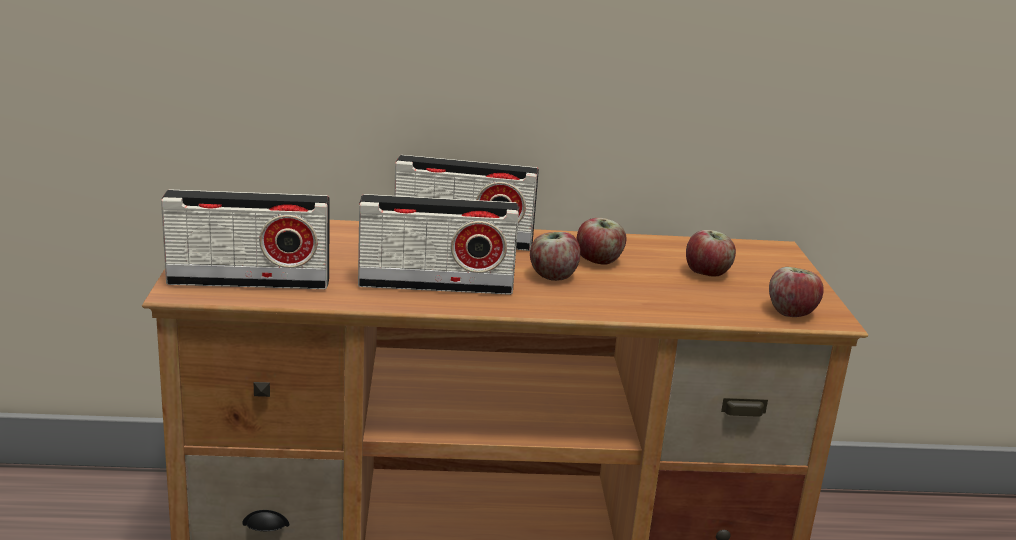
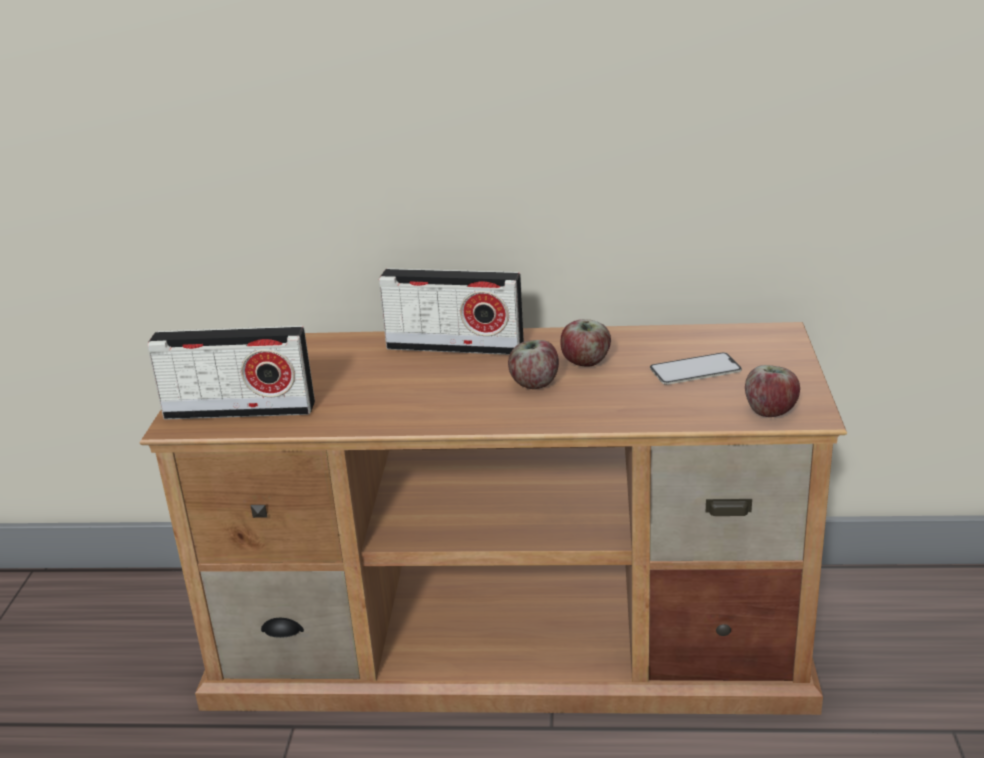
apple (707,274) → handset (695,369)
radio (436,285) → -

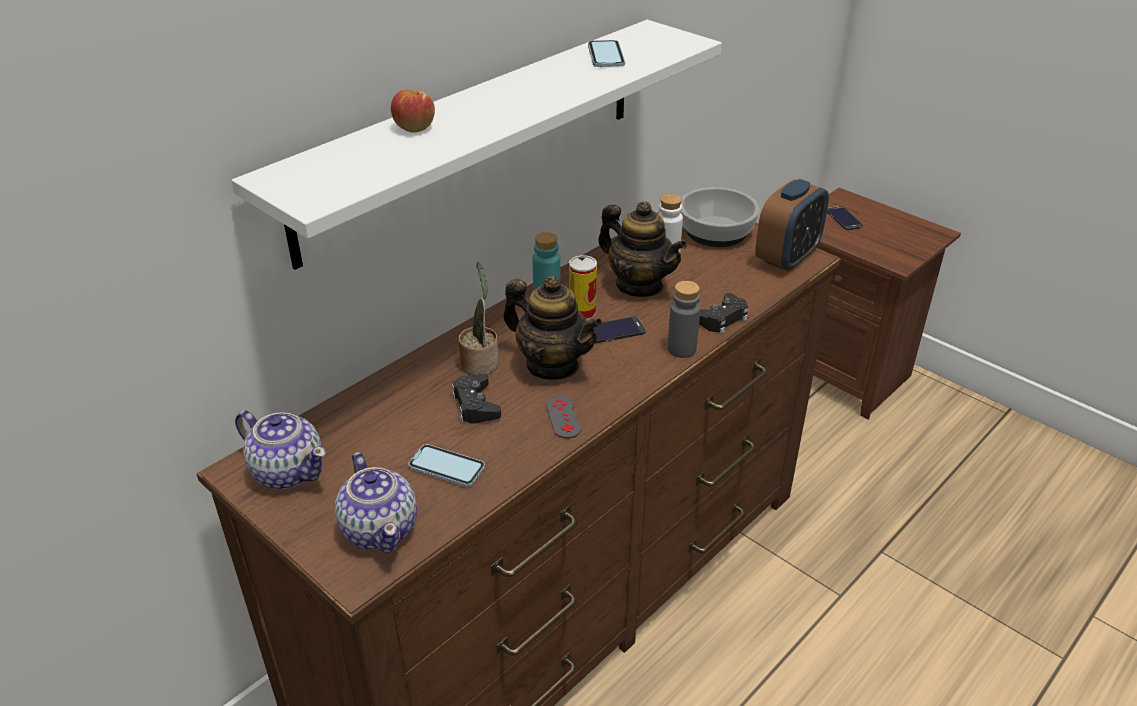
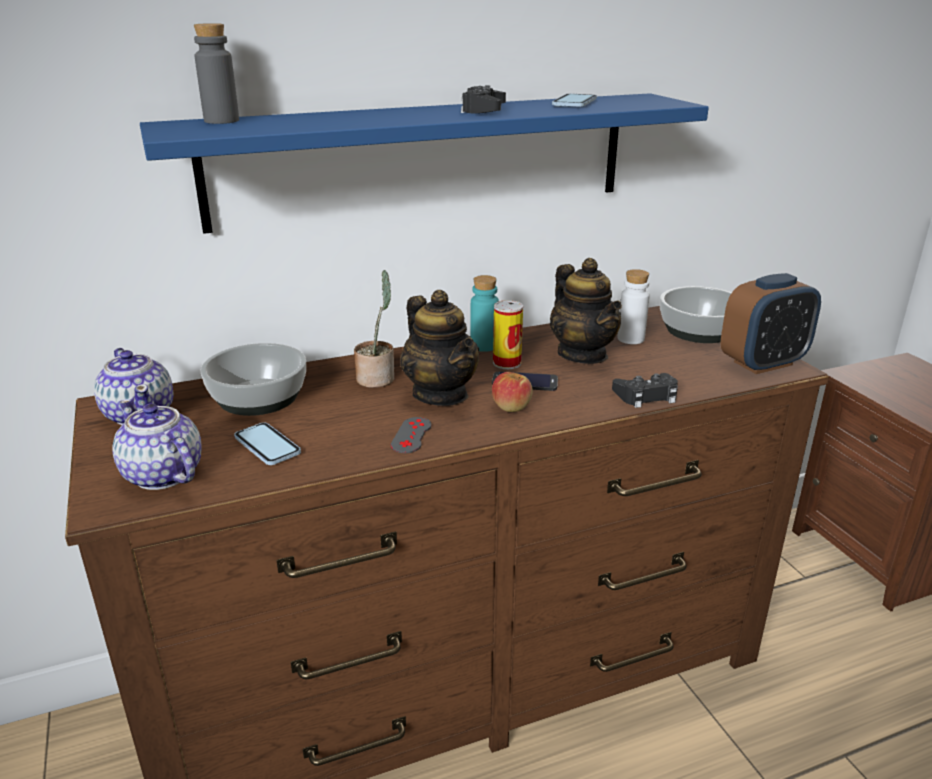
pot for tea (380,528) → pot for tea (163,475), 135 degrees clockwise
white-coloured wall shelf (474,136) → blue wall shelf (424,159)
greyish beverage bottle (681,349) → greyish beverage bottle (221,121), relocated
- → deep dish (259,397)
blackish game controller (475,405) → blackish game controller (483,110), relocated
apple (414,127) → apple (511,406), relocated
handset (843,218) → -

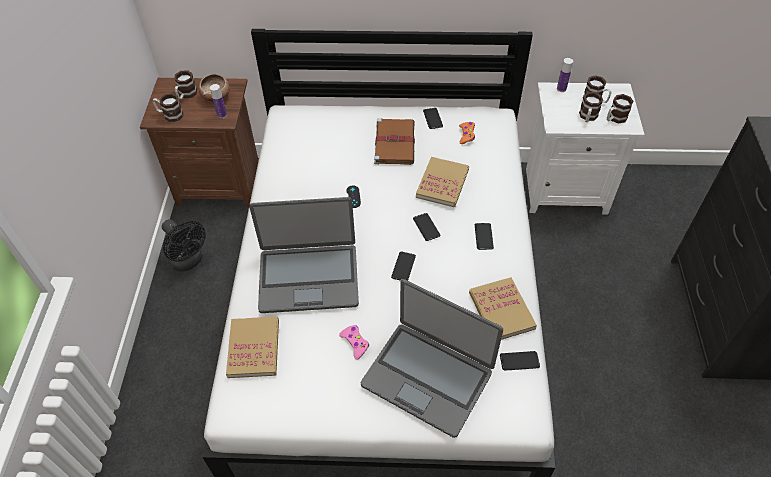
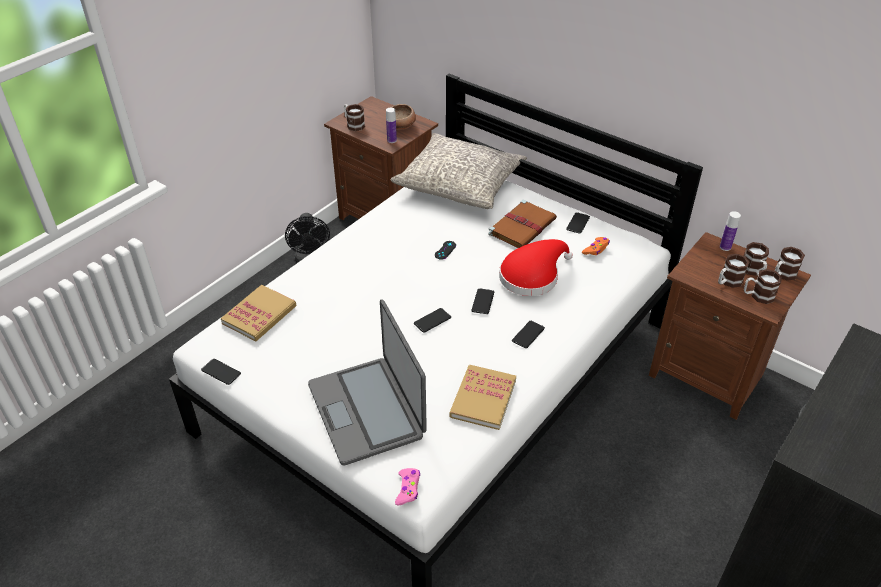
handset (519,361) → handset (221,372), relocated
- → greyish pillow (460,184)
pink-coloured game controller (355,343) → pink-coloured game controller (408,489), relocated
book (442,183) → red clothing hat (532,276)
white-coloured night table (564,190) → brown-coloured night table (707,374)
coffee mug (186,95) → coffee mug (782,275), relocated
portable computer (308,277) → -

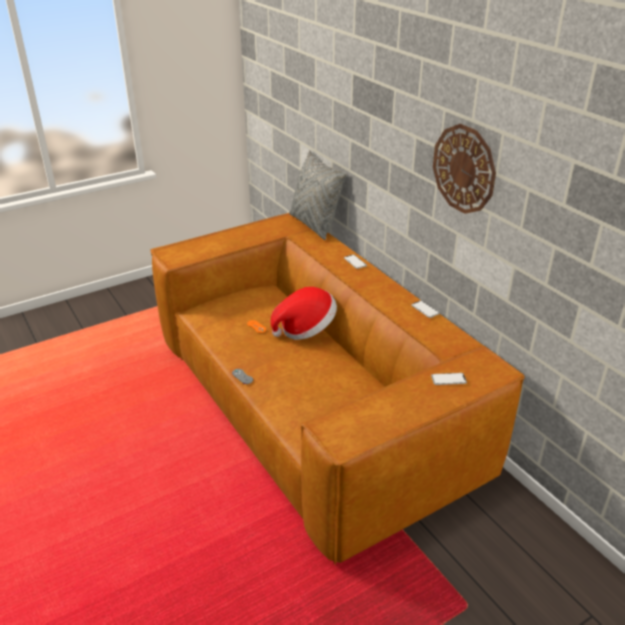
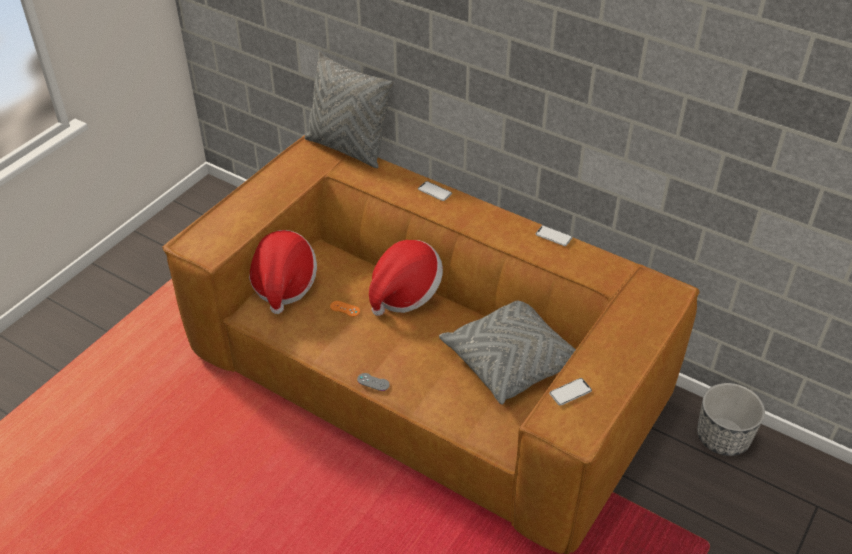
- → clothing hat (283,284)
- → greyish pillow (510,360)
handset (448,379) → handset (570,392), relocated
- → planter (723,437)
wall clock (464,169) → -

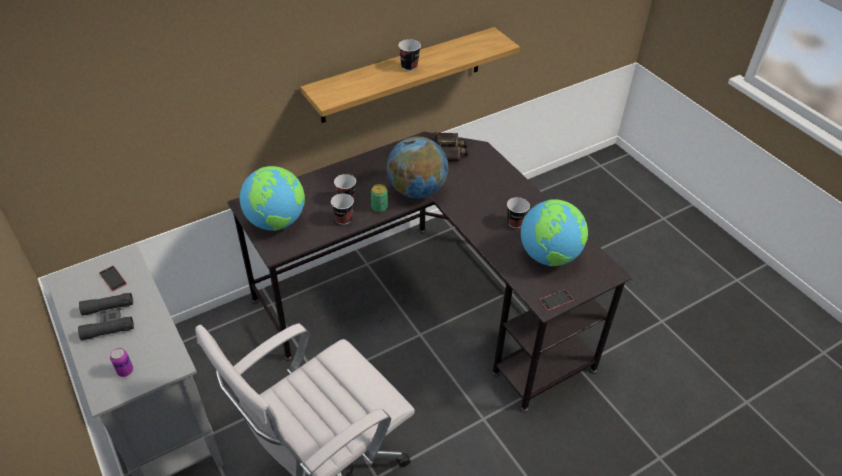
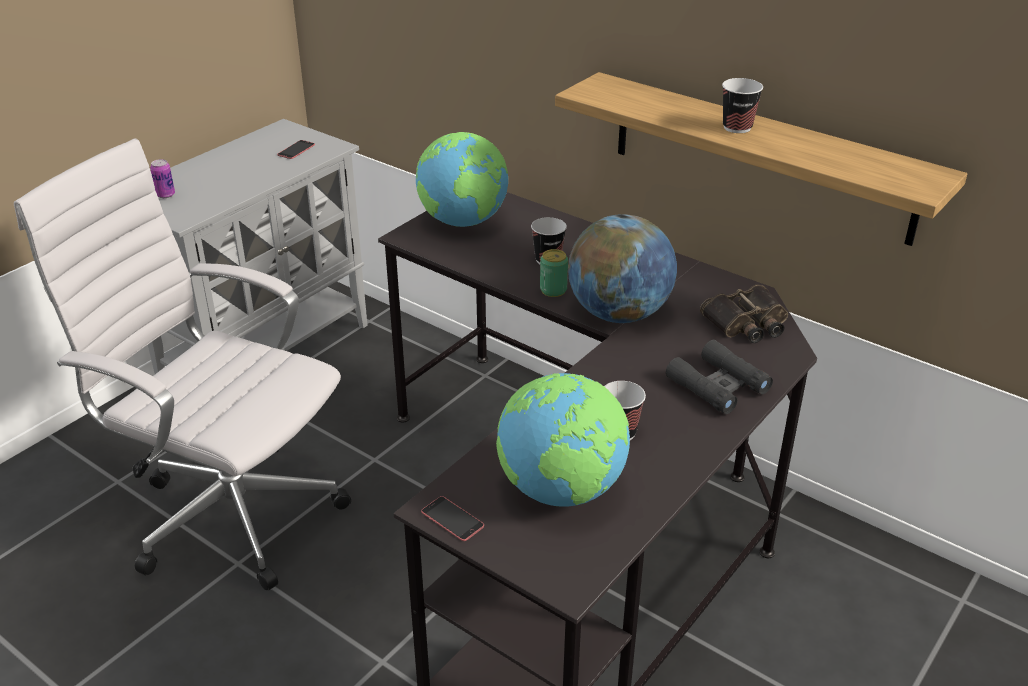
blackish field glasses (108,320) → blackish field glasses (718,385), relocated
cup (343,219) → -

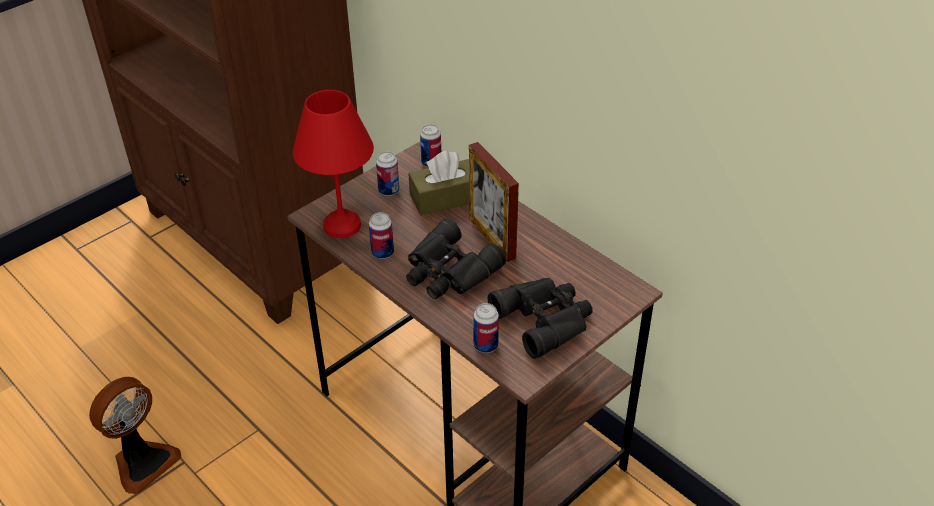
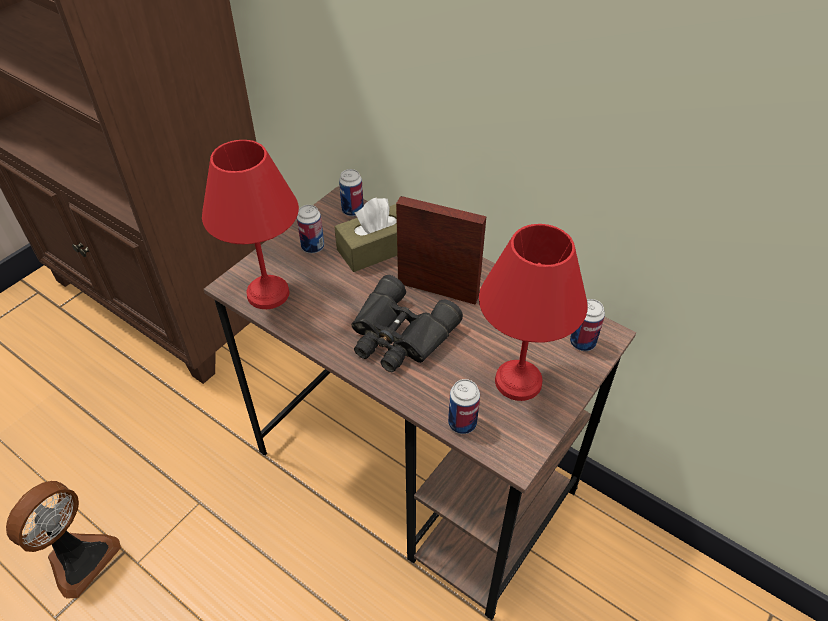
picture frame (492,238) → picture frame (438,290), 150 degrees clockwise
blackish field glasses (545,319) → red tabletop lamp (520,381)
can (382,253) → can (582,343), relocated

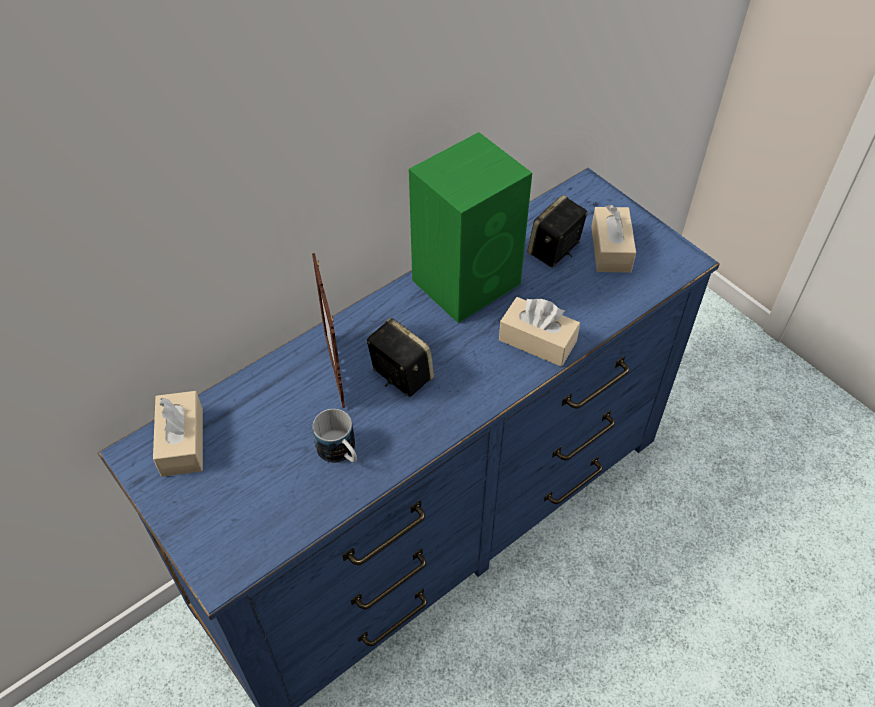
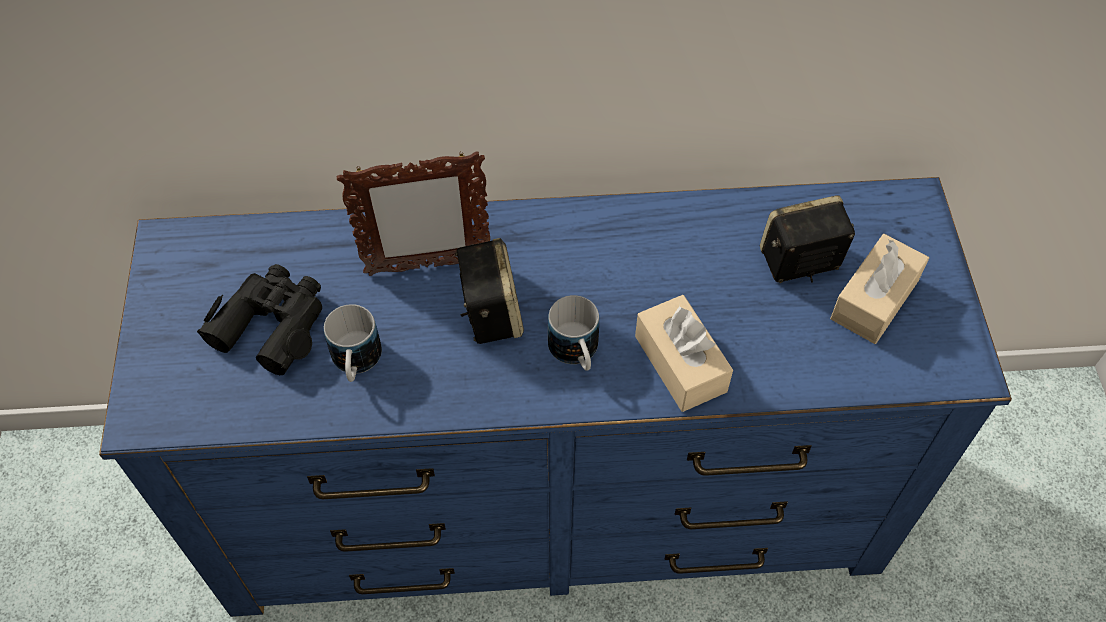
- → blackish field glasses (272,324)
picture frame (335,370) → picture frame (426,266), 120 degrees counterclockwise
- → coffee mug (576,354)
beige-coloured tissue holder (182,442) → -
greenish speaker (468,281) → -

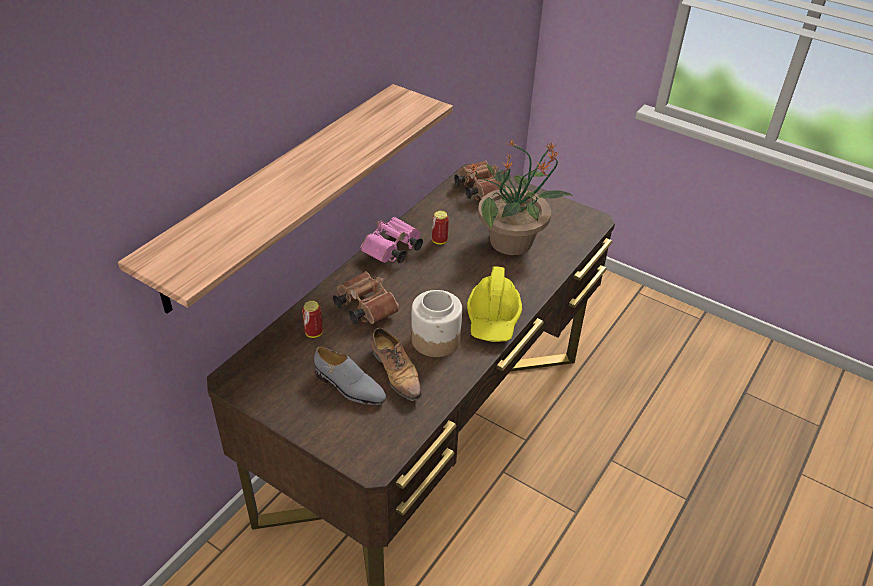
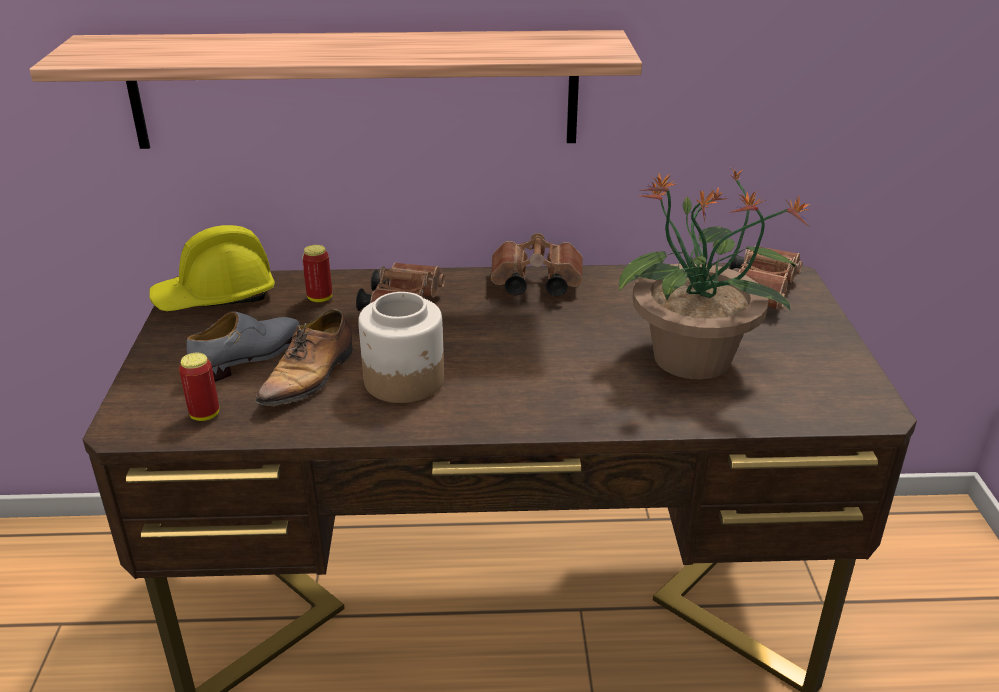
yellowish hard hat (493,318) → yellowish hard hat (216,297), relocated
can (439,241) → can (204,414), relocated
greyish low shoe (349,387) → greyish low shoe (250,356), 135 degrees counterclockwise
pink-coloured field glasses (392,251) → brown-coloured field glasses (533,285)

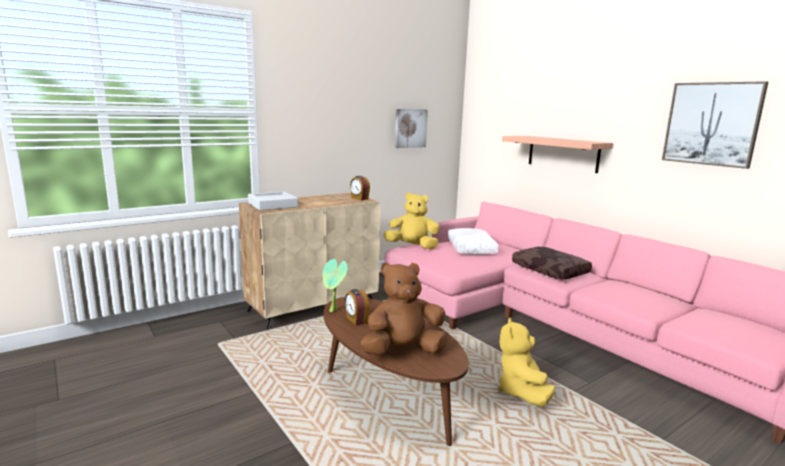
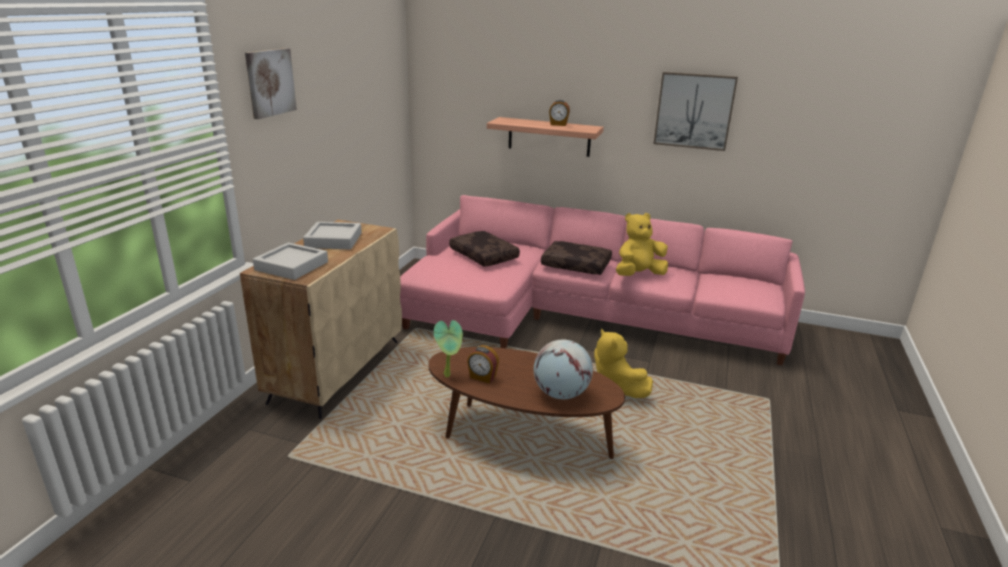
wall art (410,128) → wall art (270,82), relocated
- → greyish tray (333,240)
white-coloured pillow (472,248) → brown-coloured pillow (485,256)
brown-coloured soft toy (403,351) → world globe (561,394)
alarm clock (359,198) → alarm clock (558,124), relocated
yellowish soft toy (412,247) → yellowish soft toy (638,275), relocated

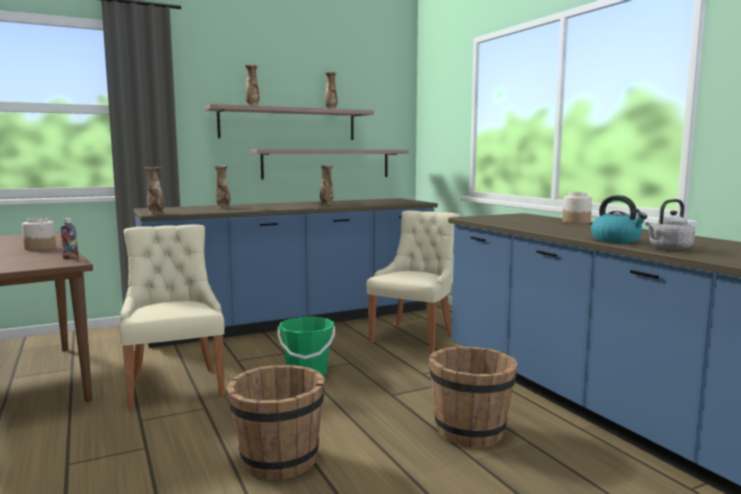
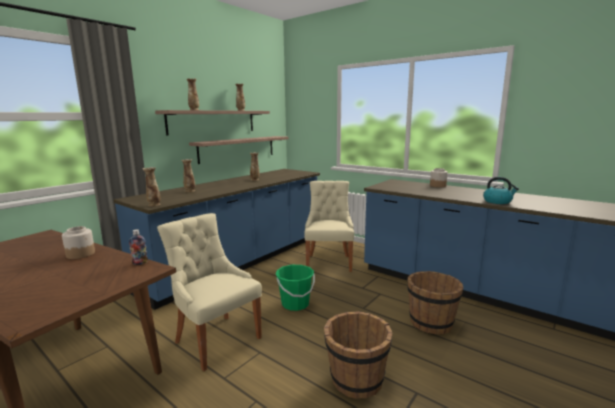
greyish tea kettle (668,248) → -

